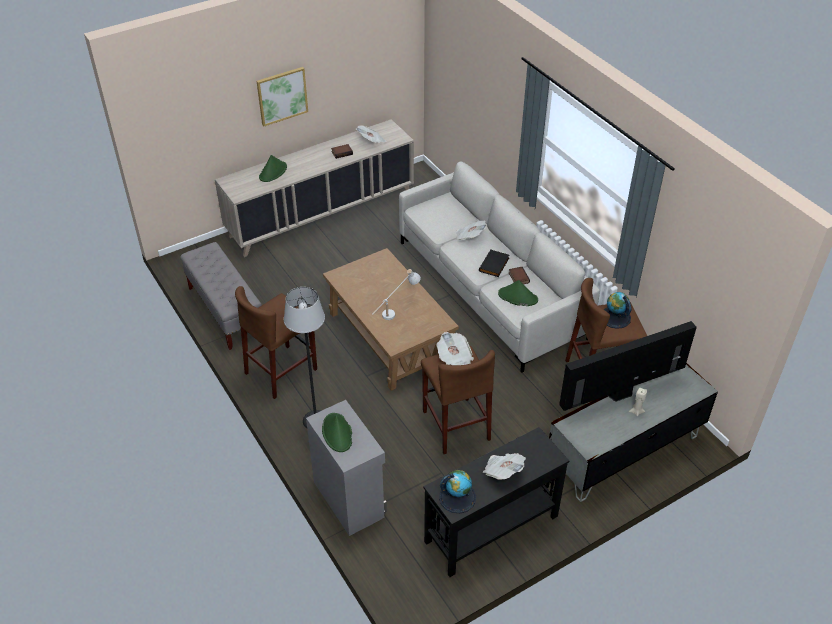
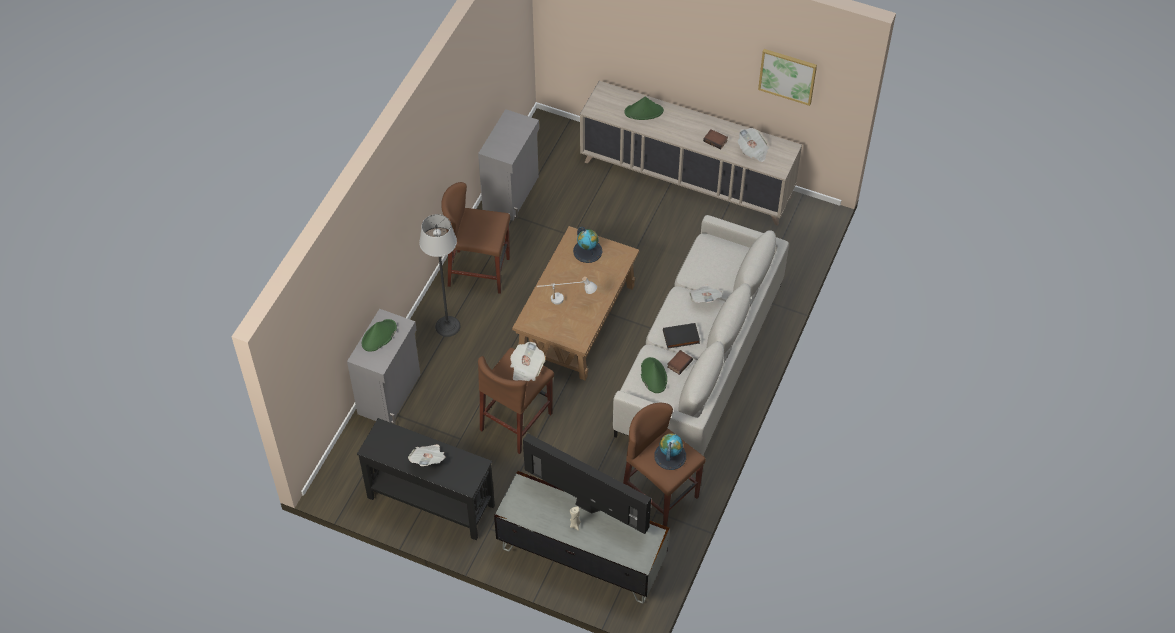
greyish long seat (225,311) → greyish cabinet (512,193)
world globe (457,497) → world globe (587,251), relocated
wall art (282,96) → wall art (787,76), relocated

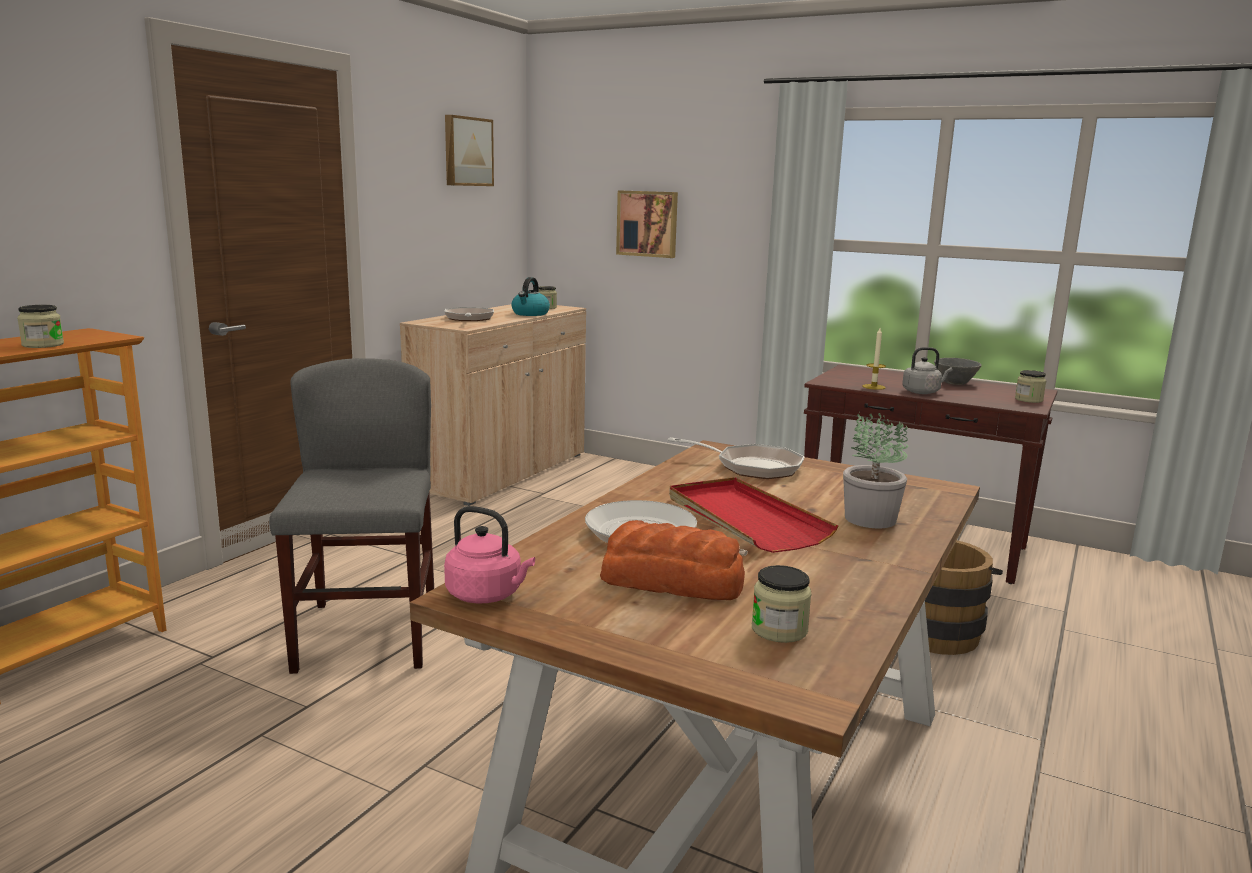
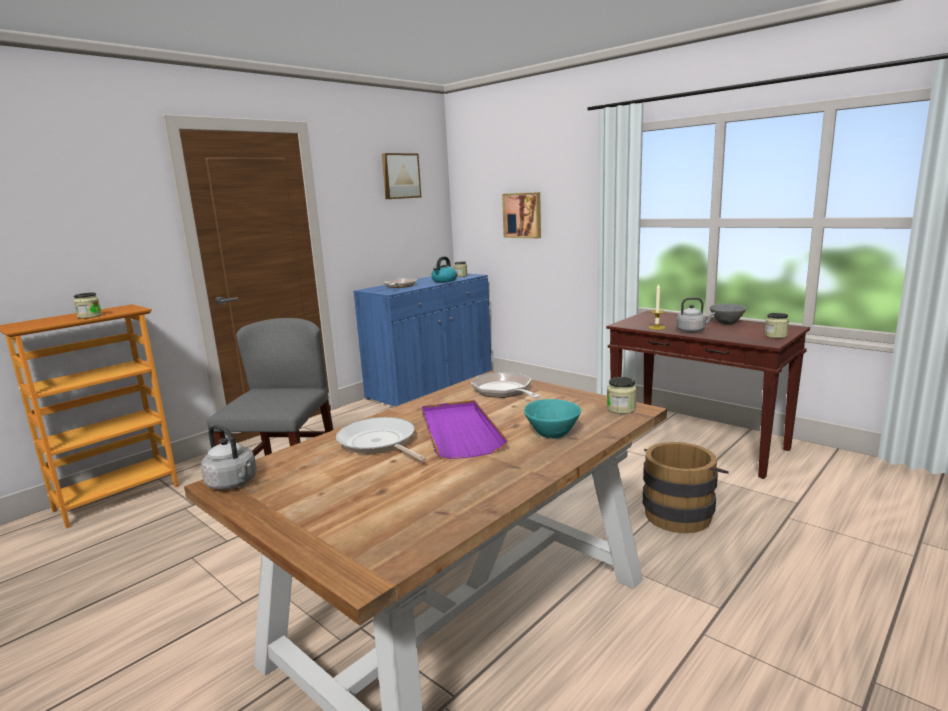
pink-coloured tea kettle (487,595) → greyish tea kettle (233,483)
beige-coloured cabinet (502,472) → blue cabinet (431,386)
red tray (745,519) → purplish tray (459,432)
frying pan (751,467) → frying pan (504,391), 150 degrees counterclockwise
potted plant (869,519) → turquoise-coloured deep dish (551,434)
jar (779,630) → jar (621,409), relocated
baked bread (673,582) → -

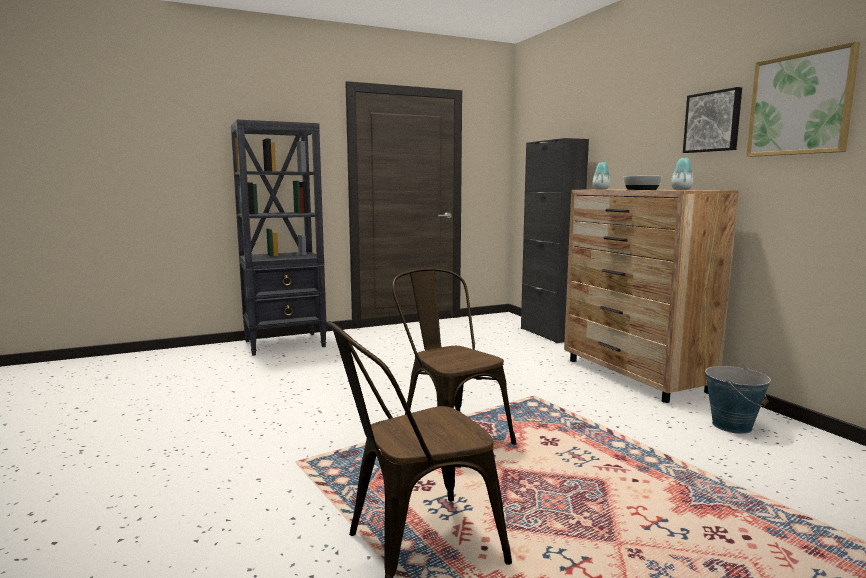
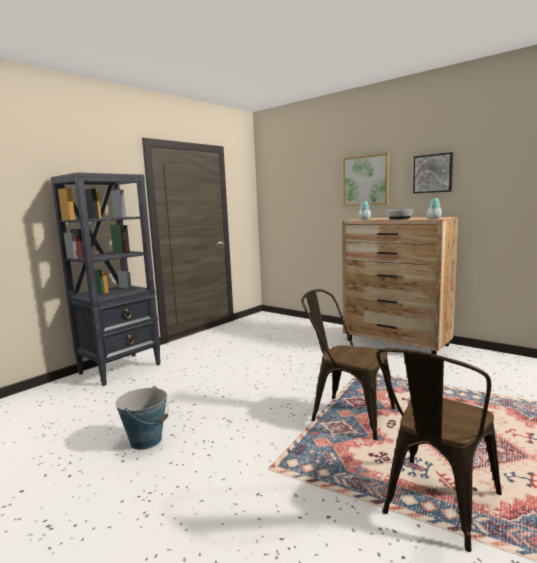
water bucket (732,425) → water bucket (146,440), relocated
wall art (800,104) → wall art (366,180), relocated
blackish cabinet (548,334) → -

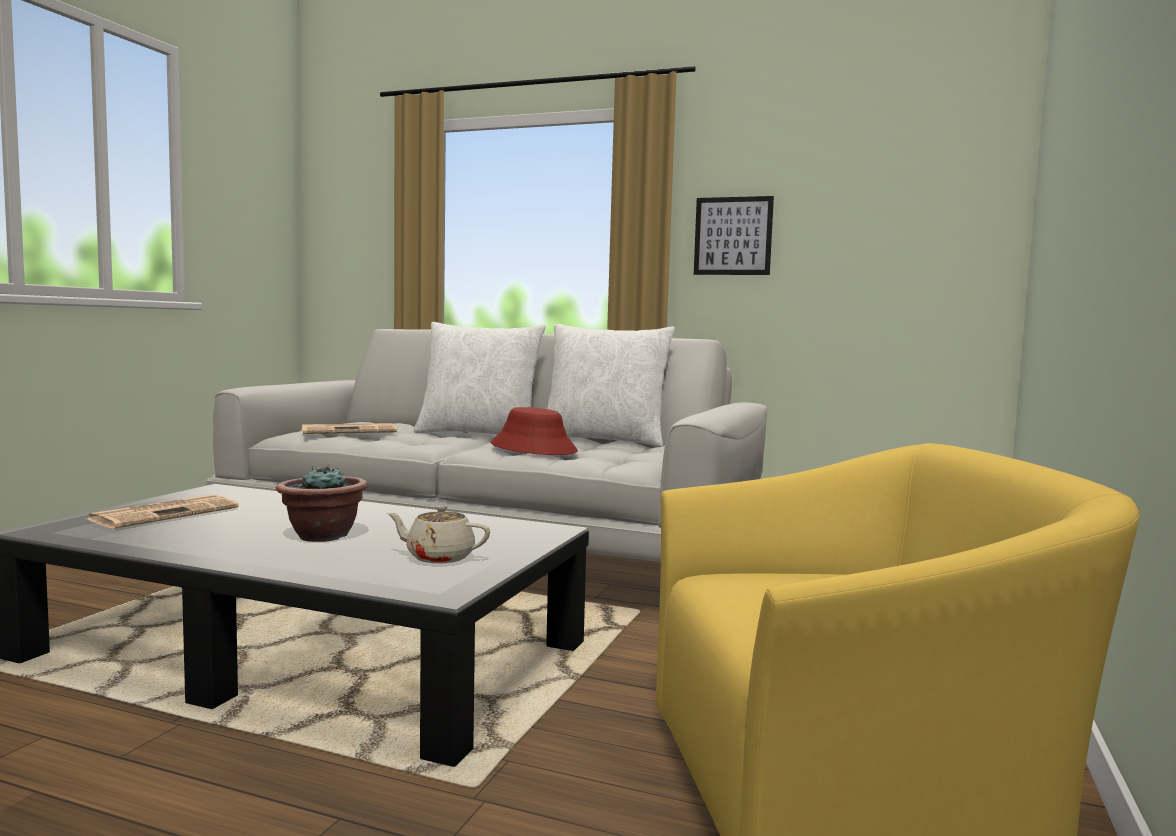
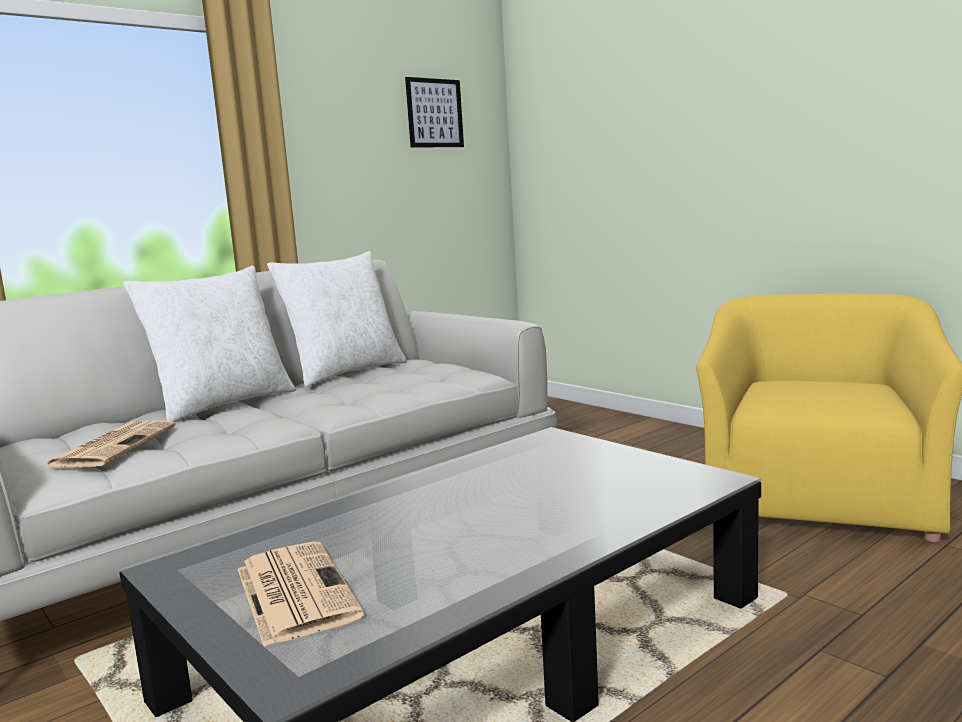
wall art (733,236) → wall art (434,113), relocated
potted plant (322,536) → -
beige-coloured pot for tea (438,557) → -
red clothing hat (533,448) → -

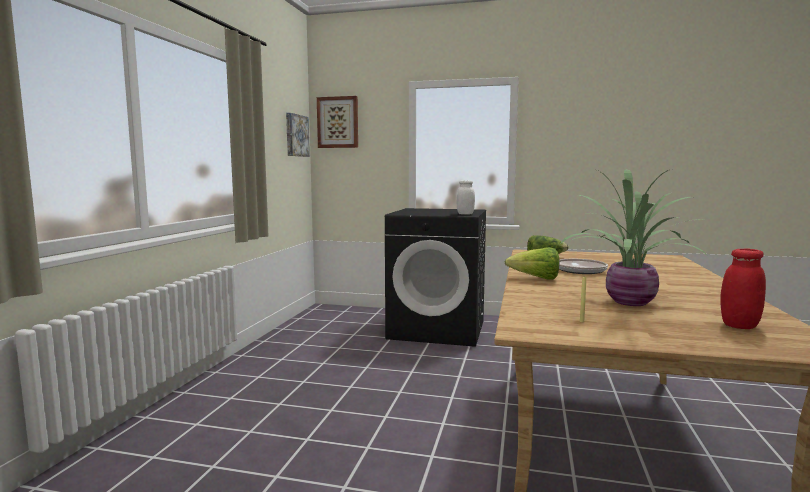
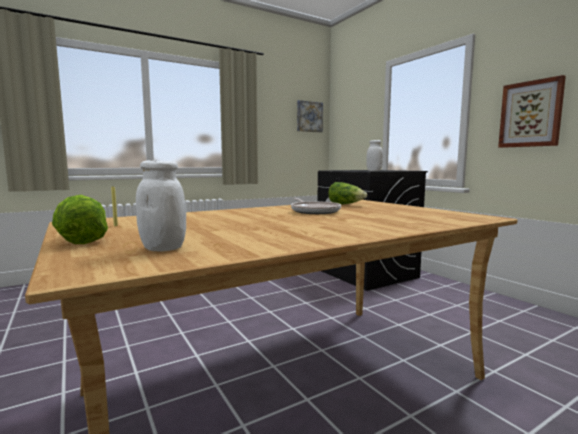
head of lettuce (536,278) → head of lettuce (83,240), relocated
red jar (739,325) → white-coloured jar (163,248)
wall art (338,122) → wall art (530,114), relocated
potted plant (629,301) → -

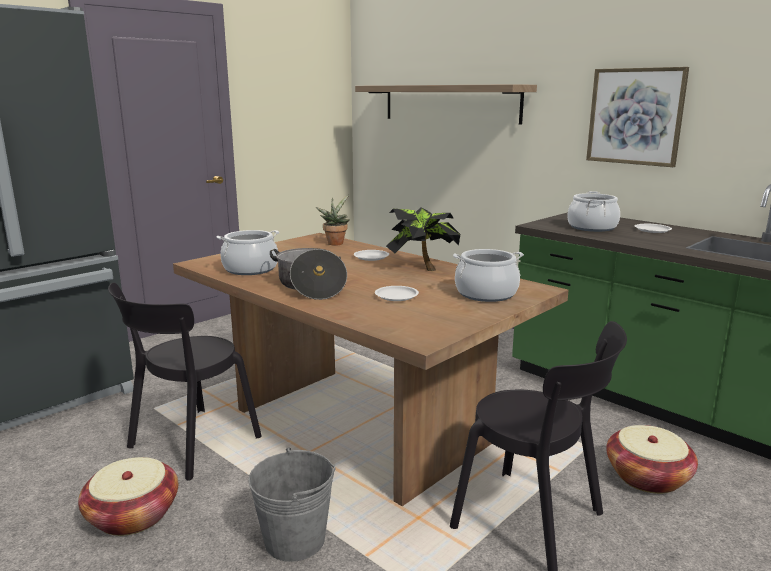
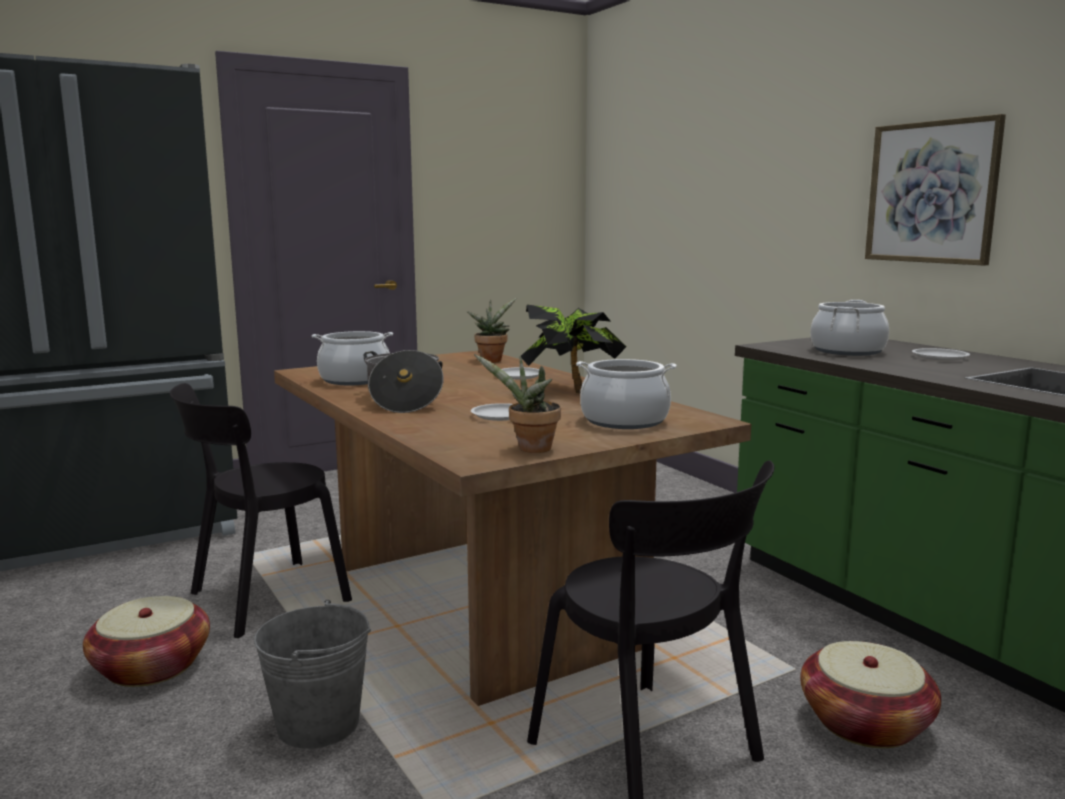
- → potted plant (530,449)
wall shelf (449,103) → -

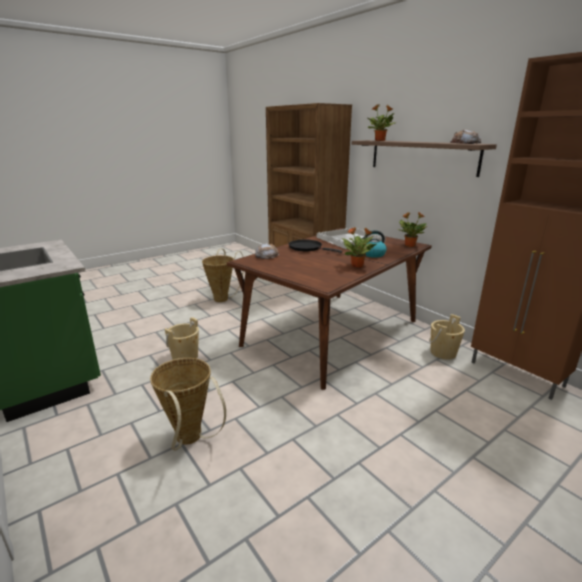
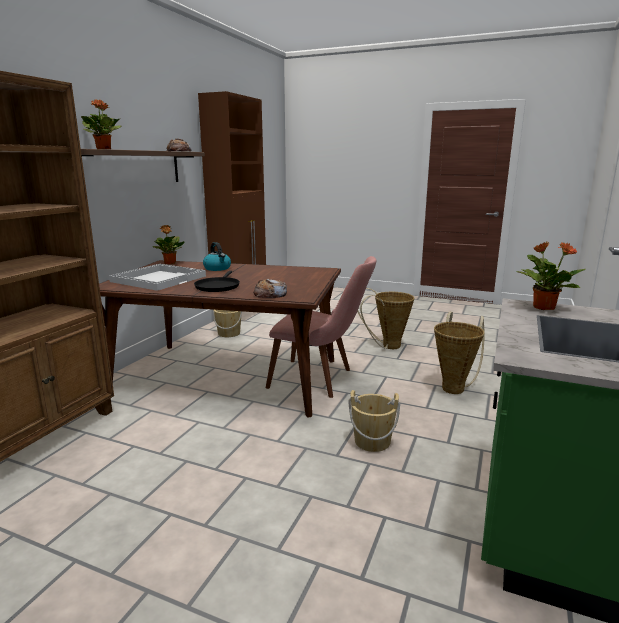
- → pink-coloured plain chair (321,379)
storage basket (223,298) → storage basket (387,346), relocated
potted plant (357,266) → potted plant (543,307), relocated

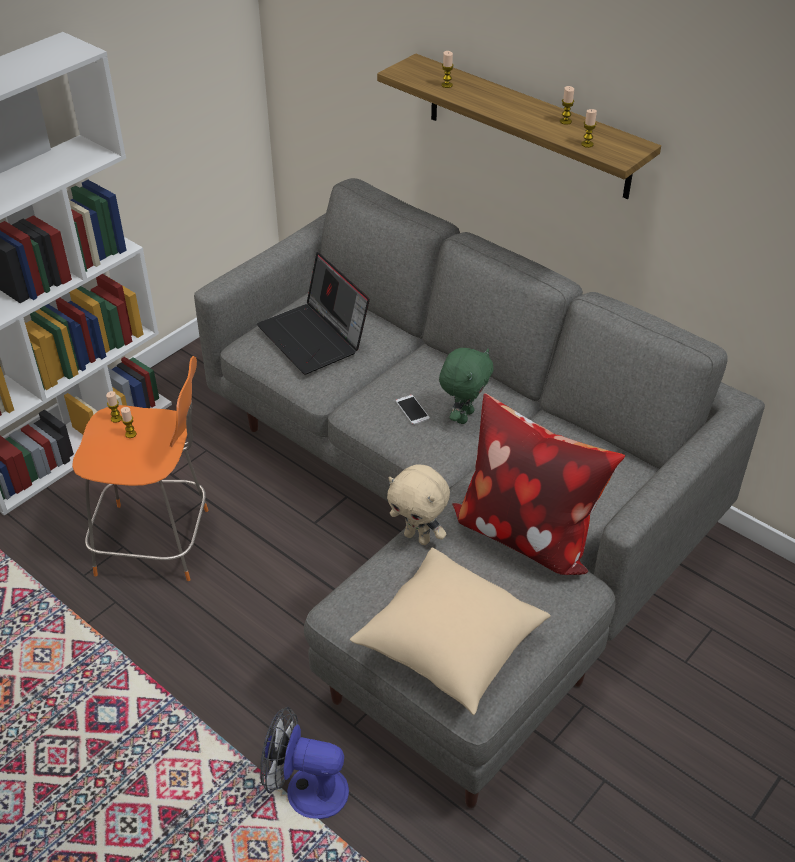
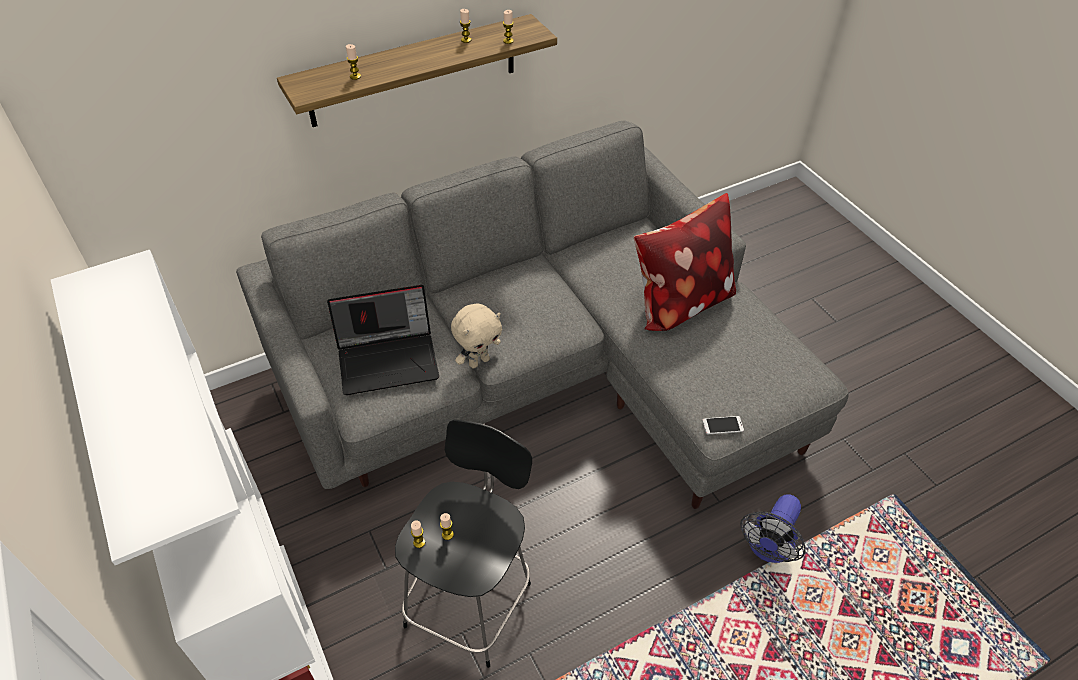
orange-coloured stool seat (157,542) → blackish stool seat (470,600)
beige-coloured soft toy (418,537) → beige-coloured soft toy (478,361), relocated
handset (412,410) → handset (722,425), relocated
beige-coloured pillow (449,646) → -
greenish soft toy (463,416) → -

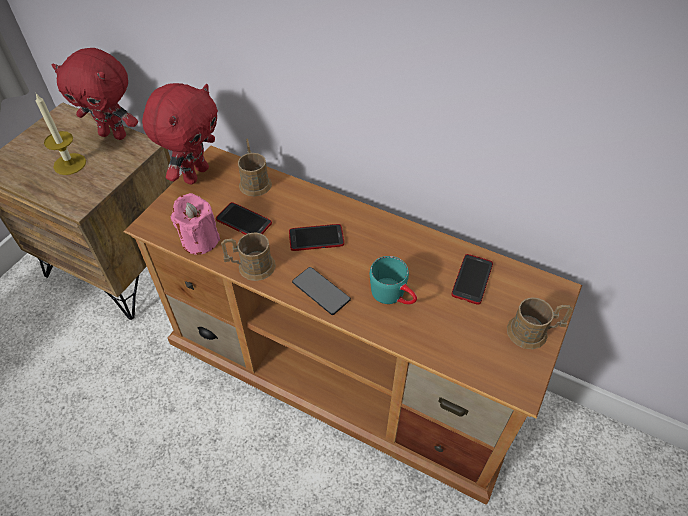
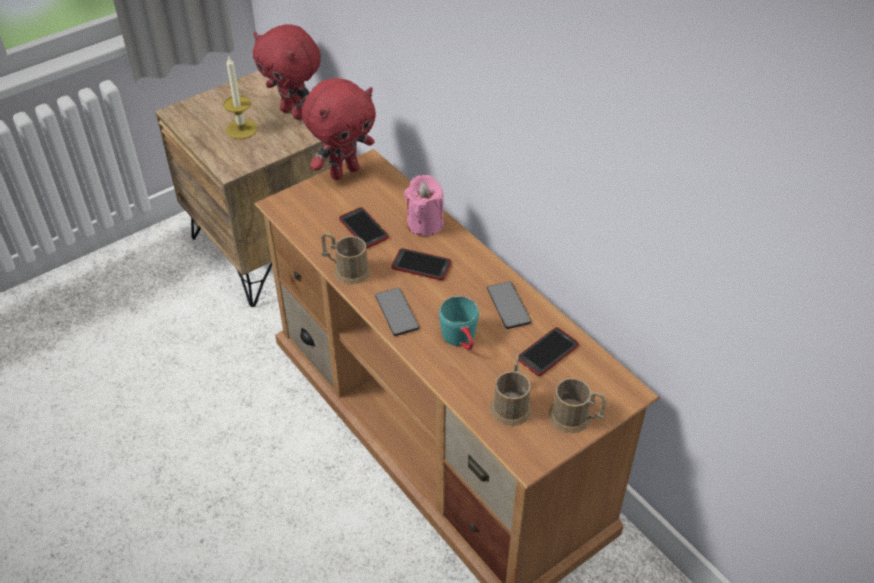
pink-coloured candle (200,240) → pink-coloured candle (425,224), relocated
- → handset (508,306)
brown-coloured coffee mug (254,181) → brown-coloured coffee mug (511,403), relocated

